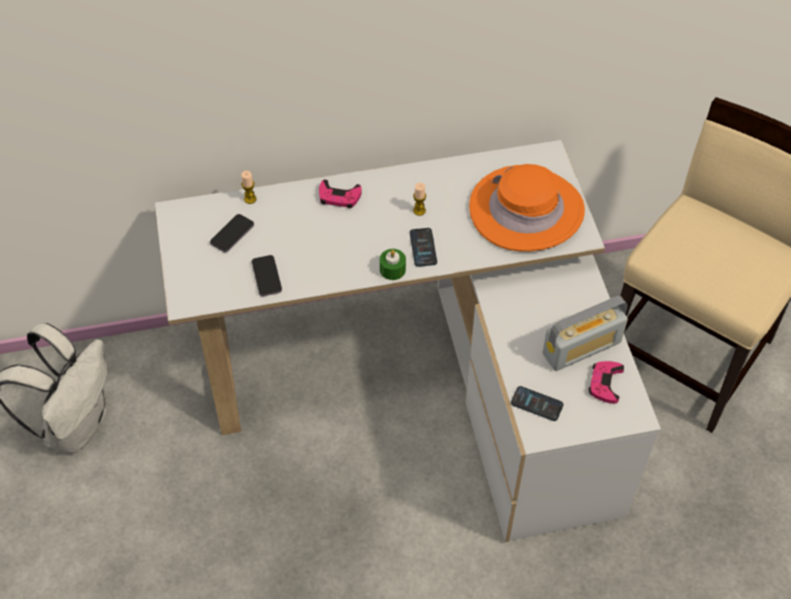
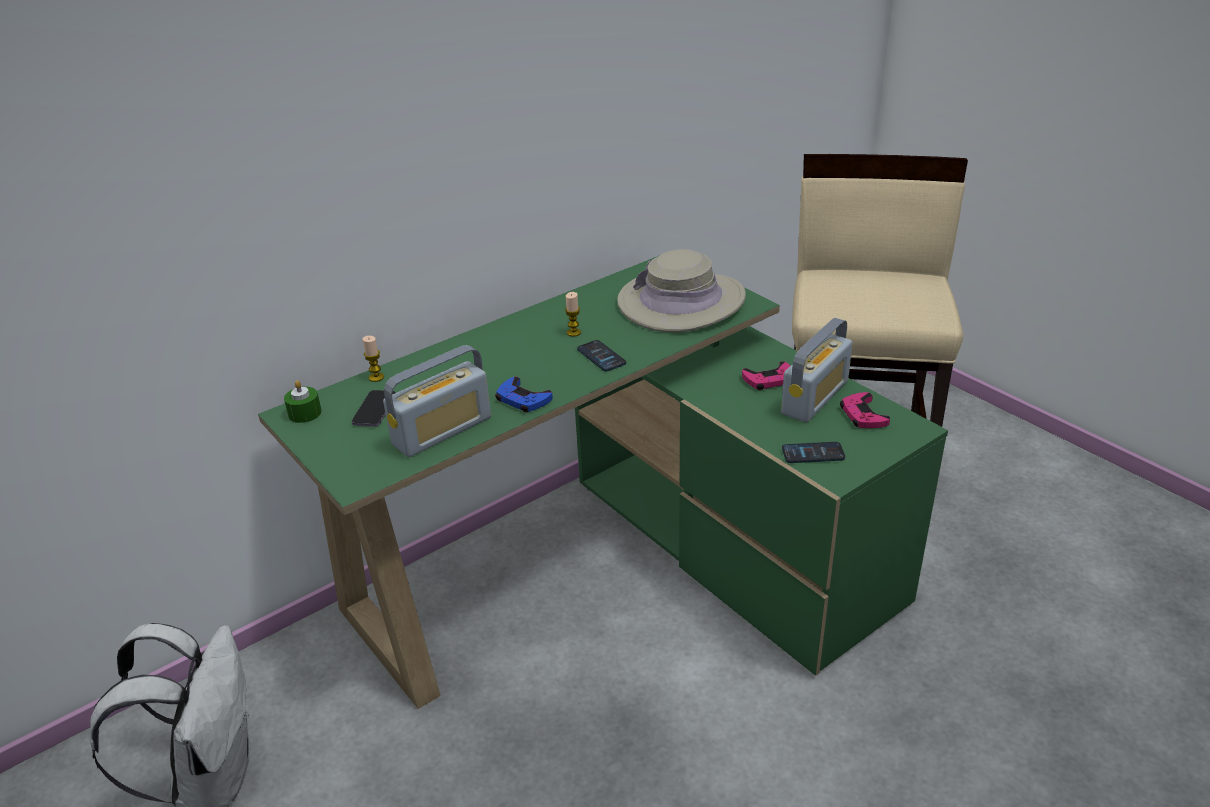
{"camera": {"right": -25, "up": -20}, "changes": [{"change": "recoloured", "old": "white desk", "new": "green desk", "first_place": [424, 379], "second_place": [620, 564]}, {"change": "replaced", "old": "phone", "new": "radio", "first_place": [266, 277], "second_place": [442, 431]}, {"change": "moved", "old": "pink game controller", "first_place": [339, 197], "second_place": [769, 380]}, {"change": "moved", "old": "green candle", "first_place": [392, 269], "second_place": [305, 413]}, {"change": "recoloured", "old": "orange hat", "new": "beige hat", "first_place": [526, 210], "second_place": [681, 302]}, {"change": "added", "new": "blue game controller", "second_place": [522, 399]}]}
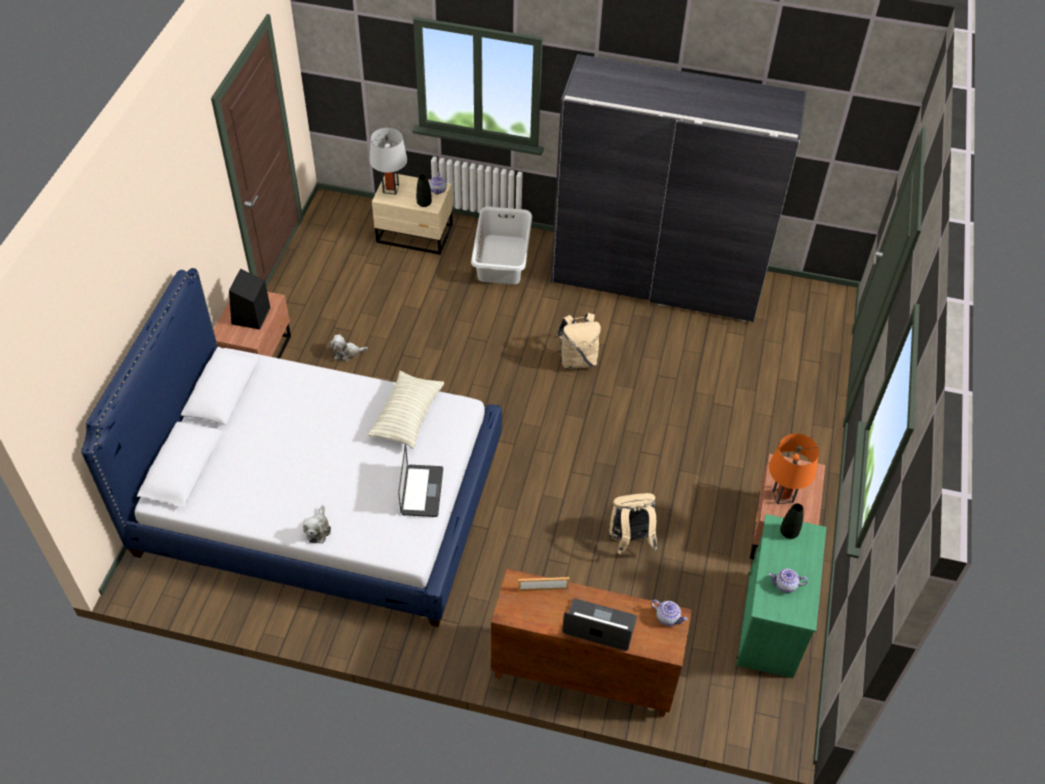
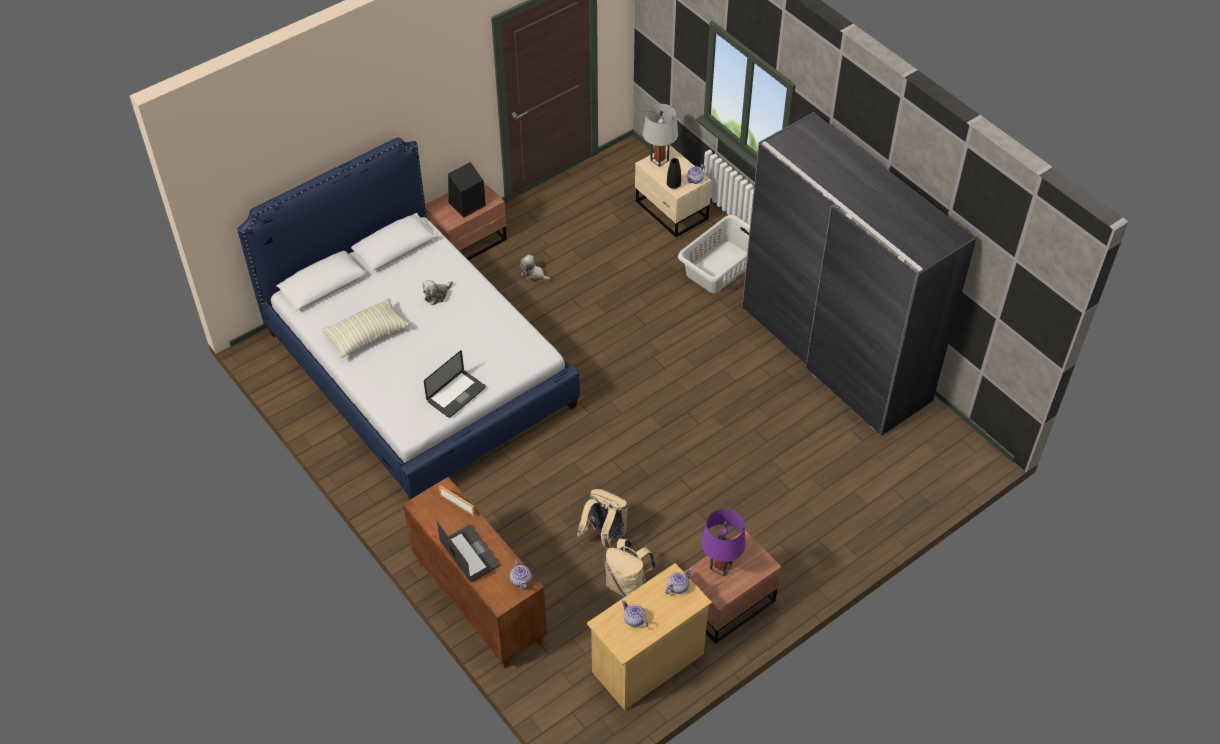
{"camera": {"right": 40, "up": 0}, "changes": [{"change": "moved", "old": "plush toy", "first_place": [318, 529], "second_place": [437, 295]}, {"change": "moved", "old": "pillow", "first_place": [407, 416], "second_place": [367, 335]}, {"change": "moved", "old": "beige backpack", "first_place": [577, 359], "second_place": [627, 585]}, {"change": "recoloured", "old": "green dresser", "new": "beige dresser", "first_place": [770, 624], "second_place": [647, 663]}, {"change": "recoloured", "old": "orange table lamp", "new": "purple table lamp", "first_place": [783, 496], "second_place": [720, 566]}, {"change": "replaced", "old": "black vase", "new": "teapot", "first_place": [789, 532], "second_place": [678, 586]}]}
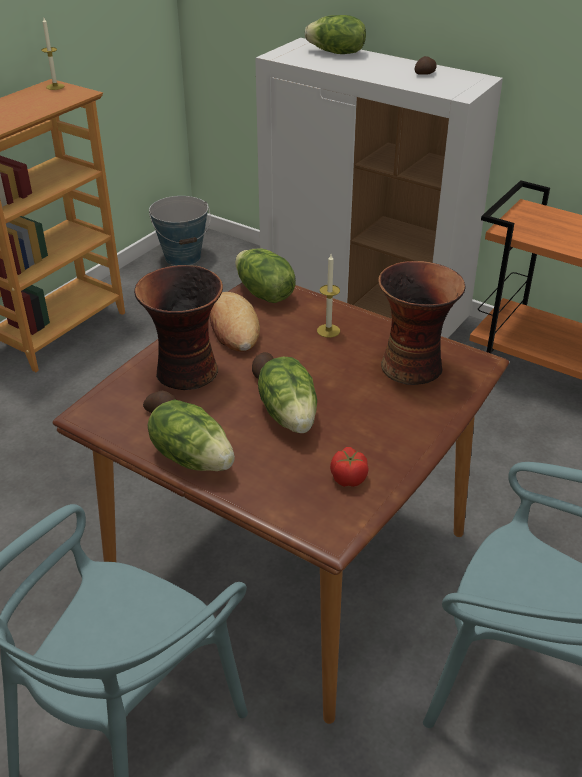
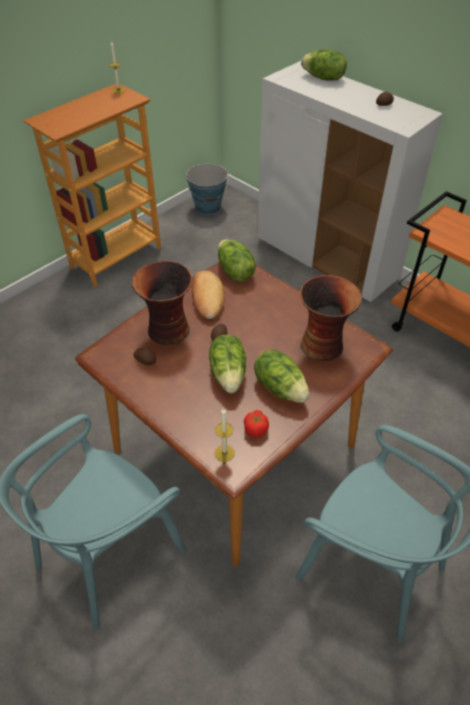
{"camera": {"right": 10, "up": 10}, "changes": [{"change": "moved", "old": "lettuce", "first_place": [193, 457], "second_place": [280, 387]}, {"change": "moved", "old": "candle", "first_place": [328, 331], "second_place": [224, 453]}]}
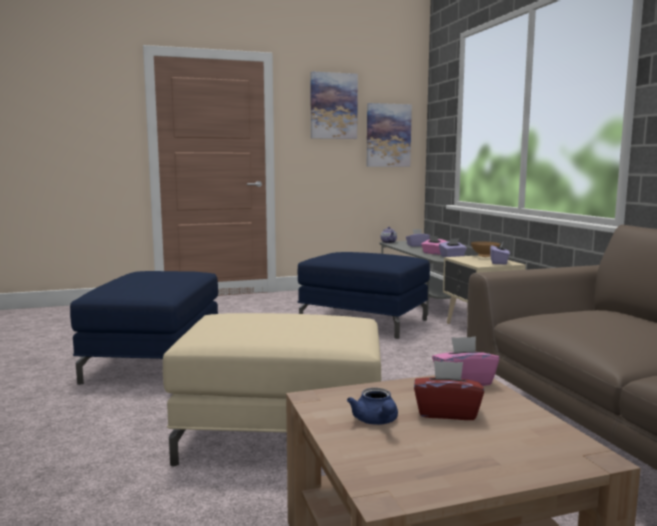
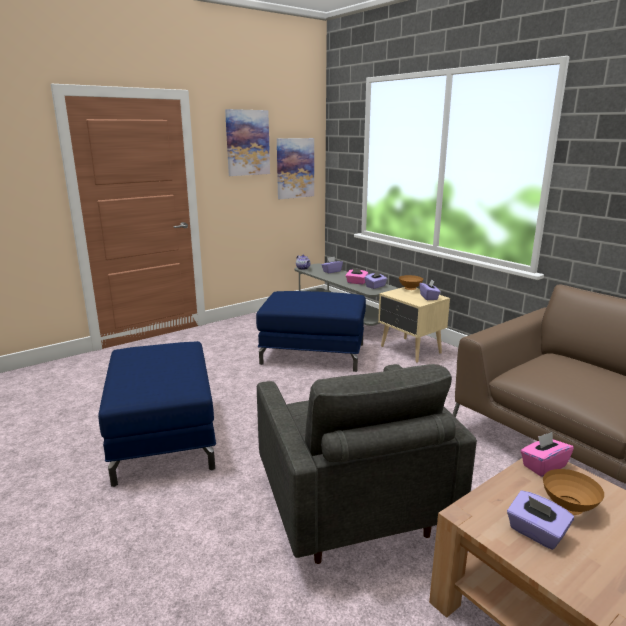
{"camera": {"right": -20, "up": 10}, "changes": [{"change": "replaced", "old": "beige ottoman", "new": "grey armchair", "first_place": [281, 436], "second_place": [351, 508]}, {"change": "replaced", "old": "blue teapot", "new": "purple tissue box", "first_place": [376, 421], "second_place": [536, 533]}, {"change": "replaced", "old": "red tissue box", "new": "brown bowl", "first_place": [446, 412], "second_place": [568, 508]}]}
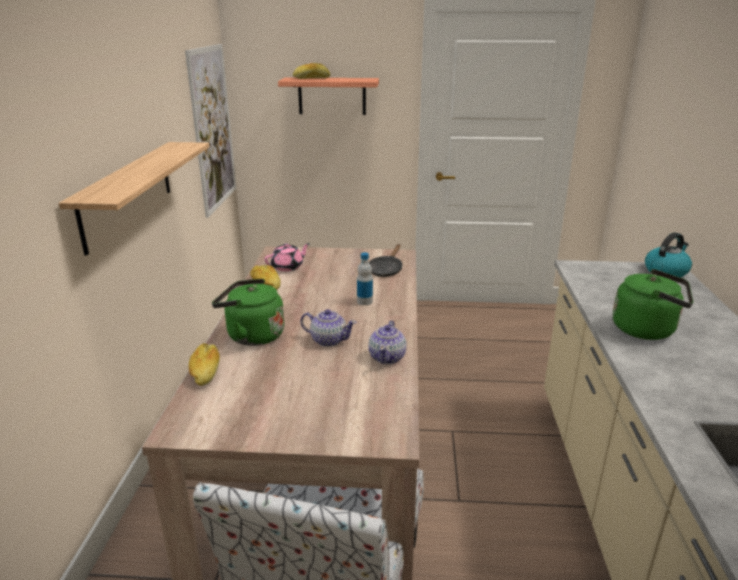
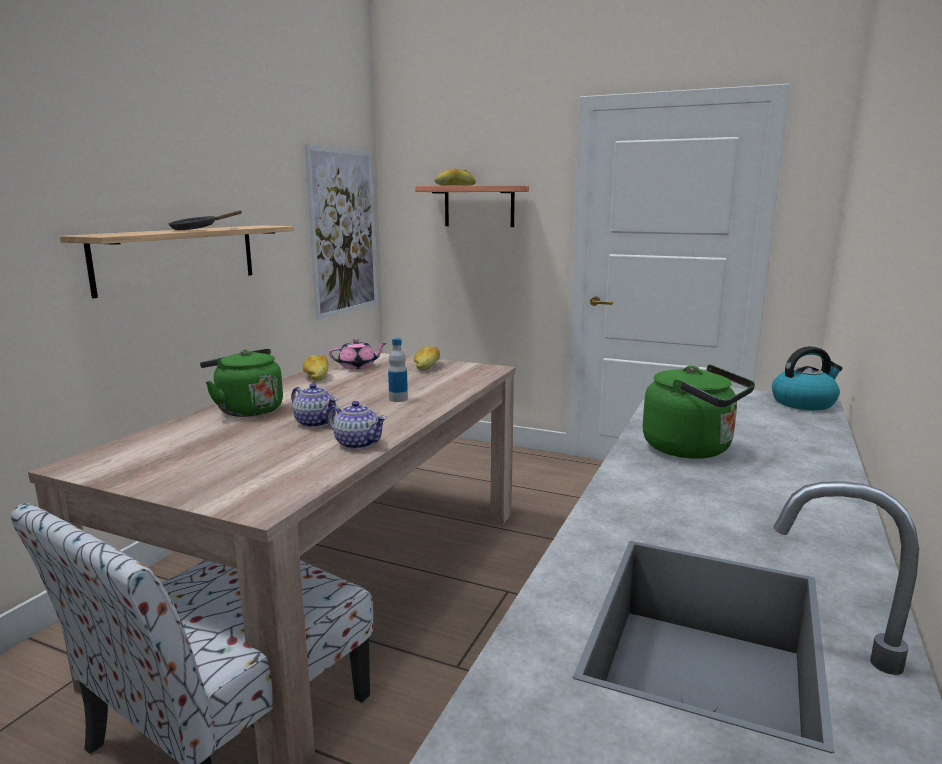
{"camera": {"right": 20, "up": -10}, "changes": [{"change": "moved", "old": "bread", "first_place": [206, 372], "second_place": [427, 366]}, {"change": "moved", "old": "black frying pan", "first_place": [386, 270], "second_place": [198, 229]}, {"change": "turned", "old": "teapot", "first_place": [387, 357], "second_place": [357, 443], "degrees": -90}]}
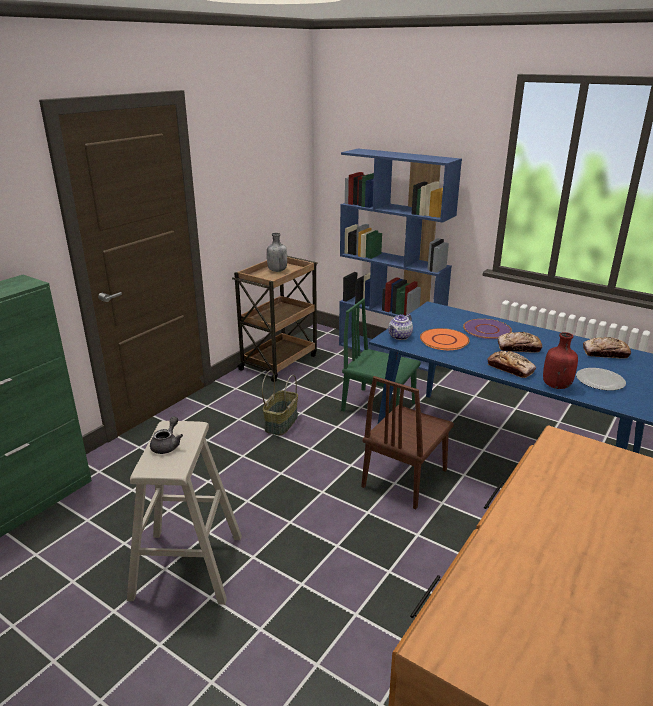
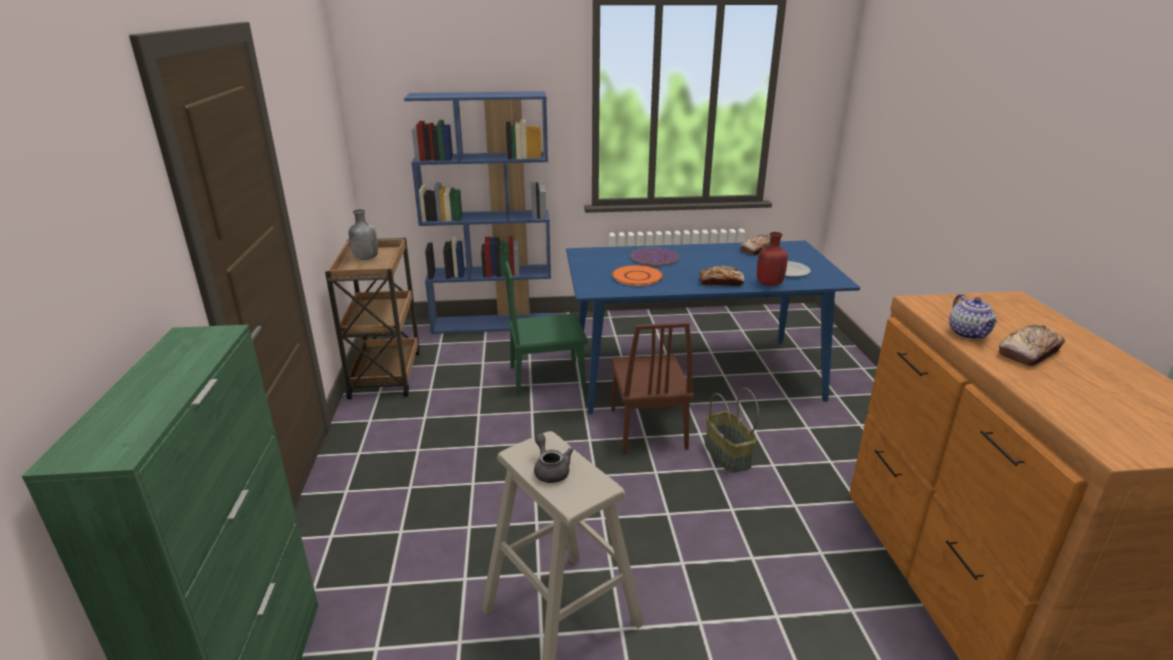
{"camera": {"right": -40, "up": 0}, "changes": [{"change": "moved", "old": "basket", "first_place": [281, 423], "second_place": [726, 455]}, {"change": "moved", "old": "teapot", "first_place": [400, 337], "second_place": [969, 334]}, {"change": "moved", "old": "bread", "first_place": [518, 347], "second_place": [1029, 352]}]}
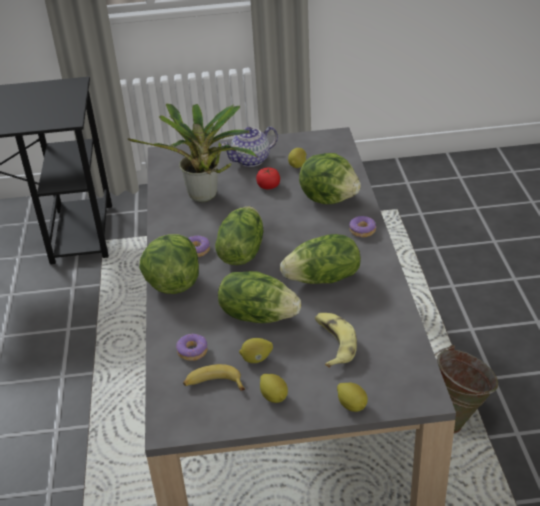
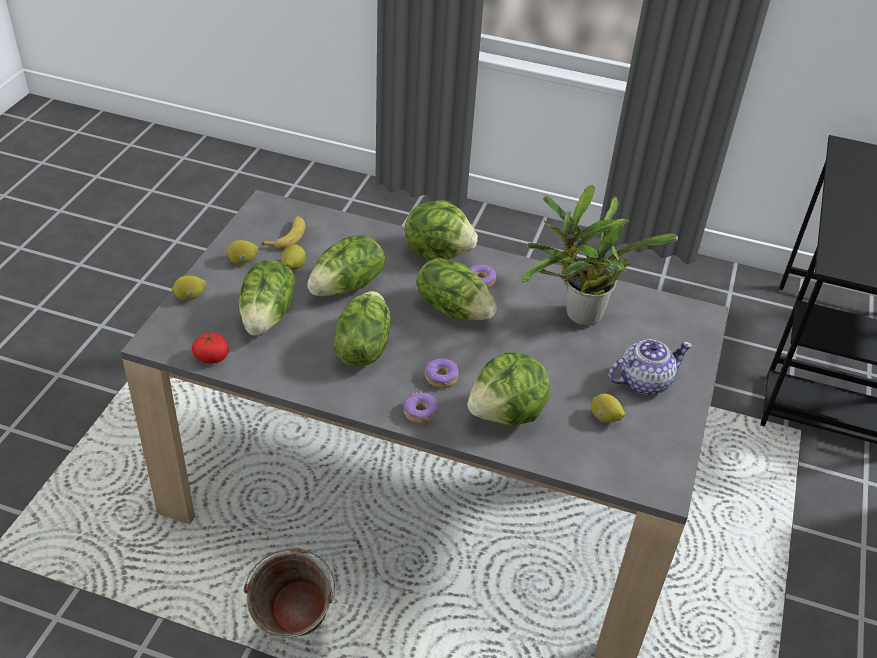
{"camera": {"right": 110, "up": 5}, "changes": [{"change": "moved", "old": "donut", "first_place": [193, 351], "second_place": [441, 378]}, {"change": "turned", "old": "teapot", "first_place": [251, 160], "second_place": [643, 381], "degrees": 75}, {"change": "moved", "old": "tomato", "first_place": [268, 186], "second_place": [211, 357]}, {"change": "replaced", "old": "banana", "new": "lettuce", "first_place": [333, 343], "second_place": [268, 316]}]}
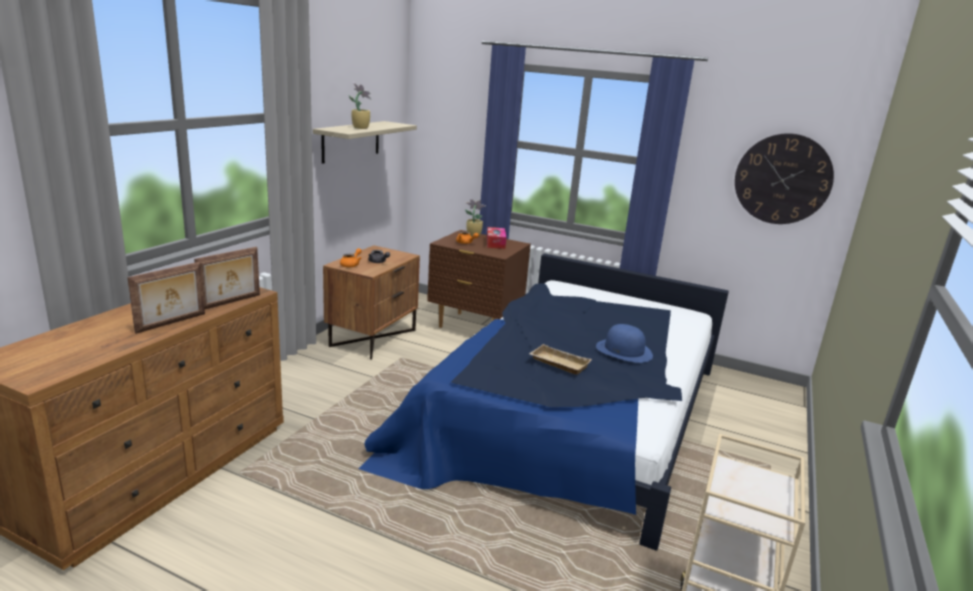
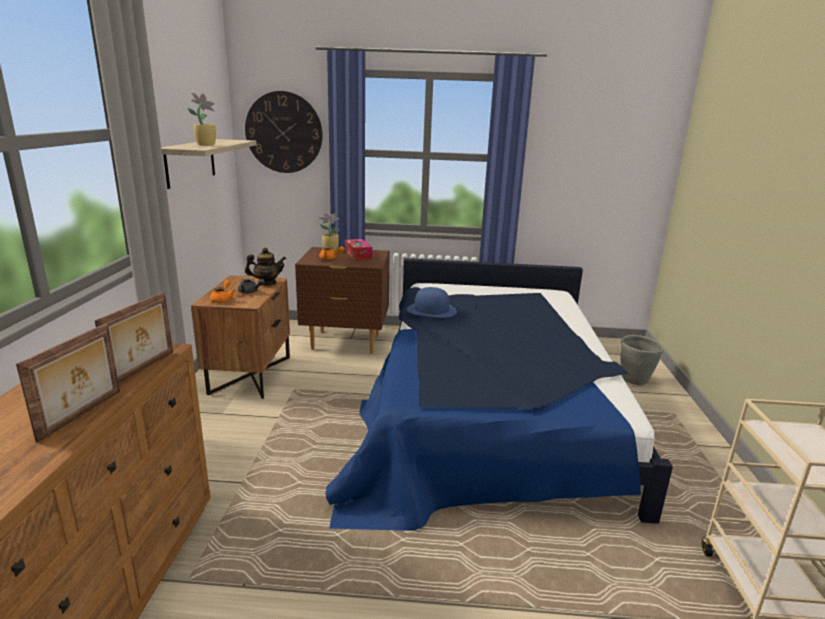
{"camera": {"right": -20, "up": 0}, "changes": [{"change": "removed", "old": "beige tray", "first_place": [557, 363]}, {"change": "moved", "old": "blue hat", "first_place": [624, 350], "second_place": [431, 310]}, {"change": "moved", "old": "wall clock", "first_place": [782, 179], "second_place": [284, 132]}, {"change": "added", "new": "teapot", "second_place": [267, 283]}, {"change": "added", "new": "grey planter", "second_place": [635, 381]}]}
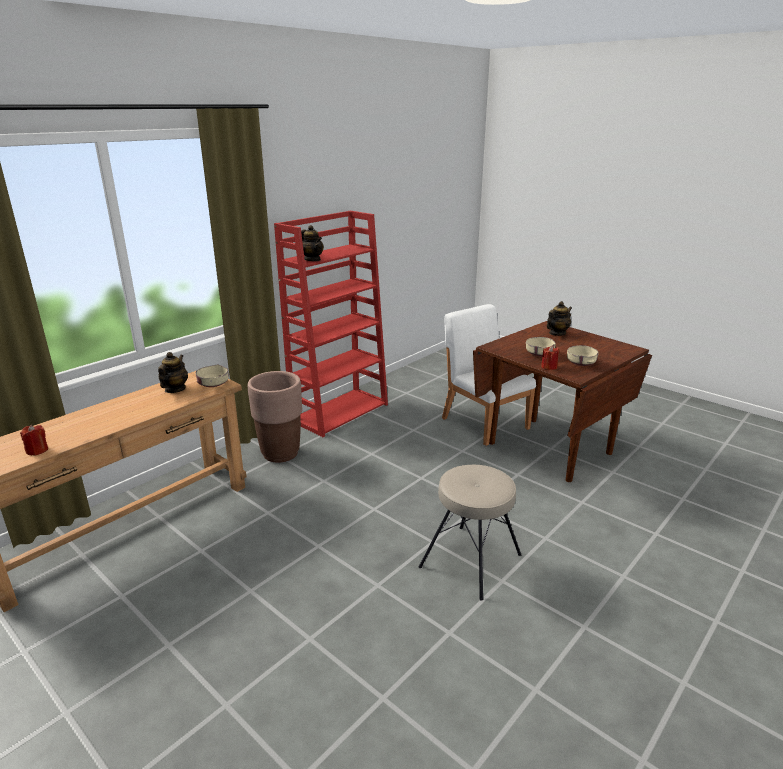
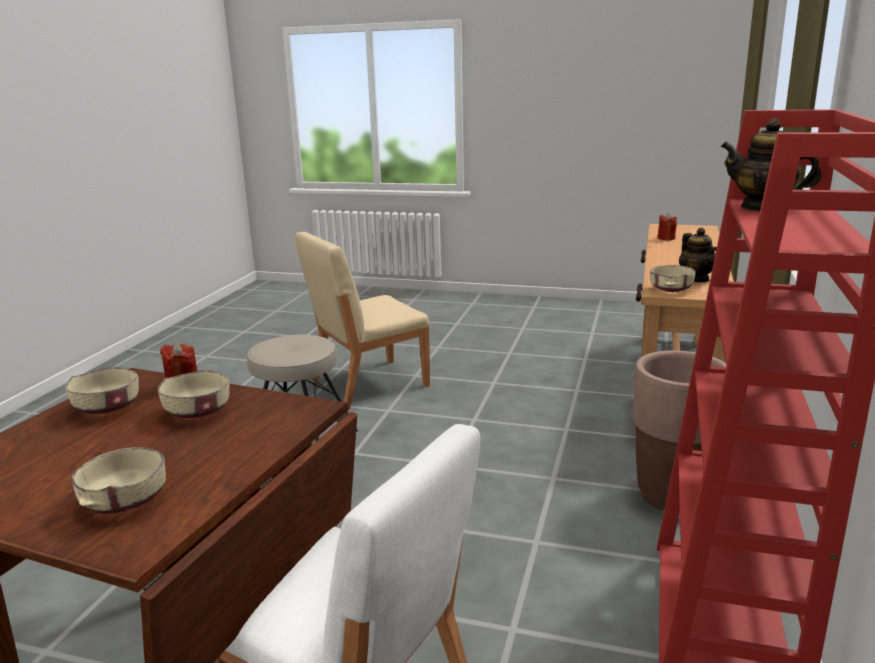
{"camera": {"right": 155, "up": -5}, "changes": [{"change": "replaced", "old": "teapot", "new": "beige bowl", "first_place": [557, 333], "second_place": [126, 501]}, {"change": "added", "new": "beige chair", "second_place": [368, 383]}]}
